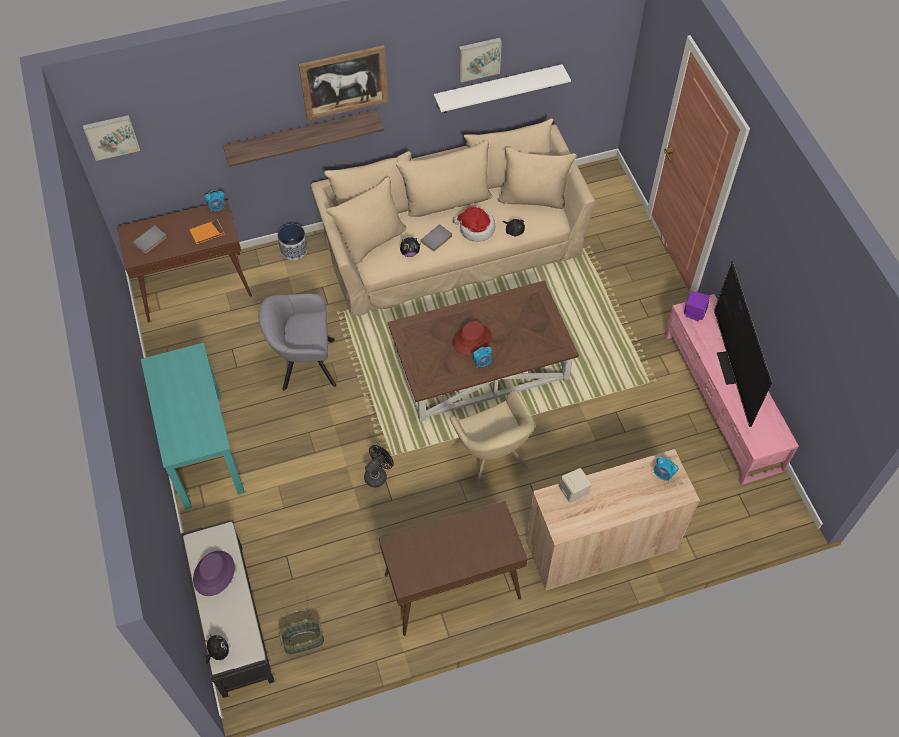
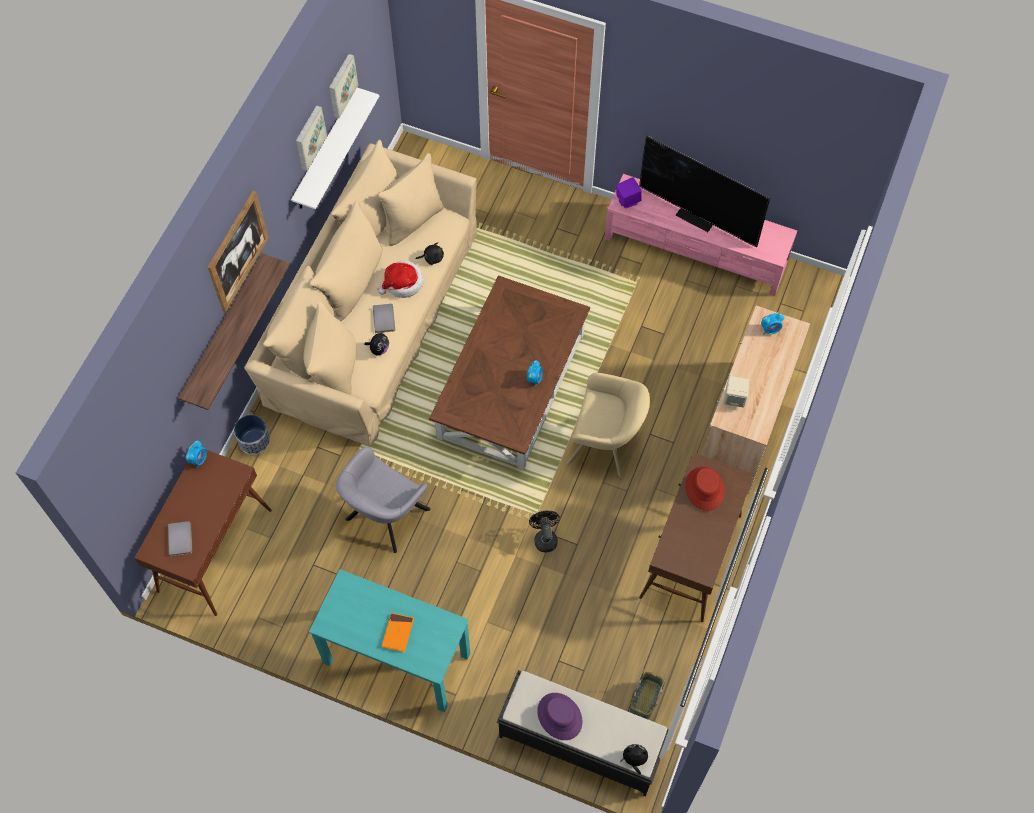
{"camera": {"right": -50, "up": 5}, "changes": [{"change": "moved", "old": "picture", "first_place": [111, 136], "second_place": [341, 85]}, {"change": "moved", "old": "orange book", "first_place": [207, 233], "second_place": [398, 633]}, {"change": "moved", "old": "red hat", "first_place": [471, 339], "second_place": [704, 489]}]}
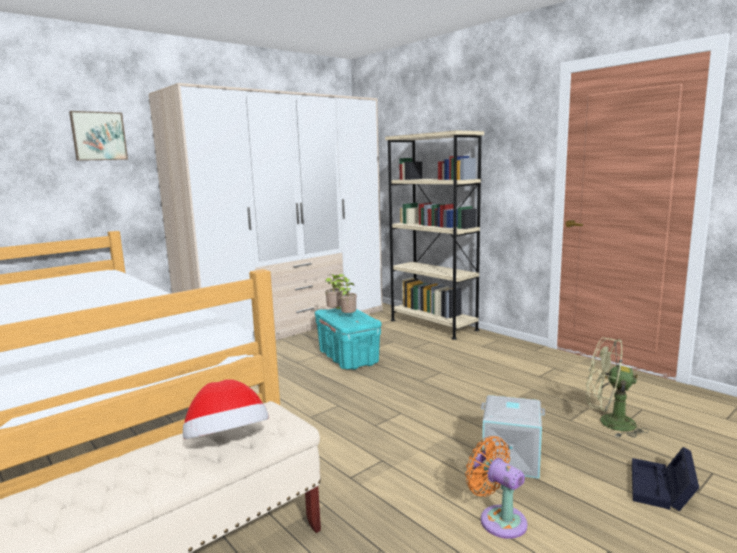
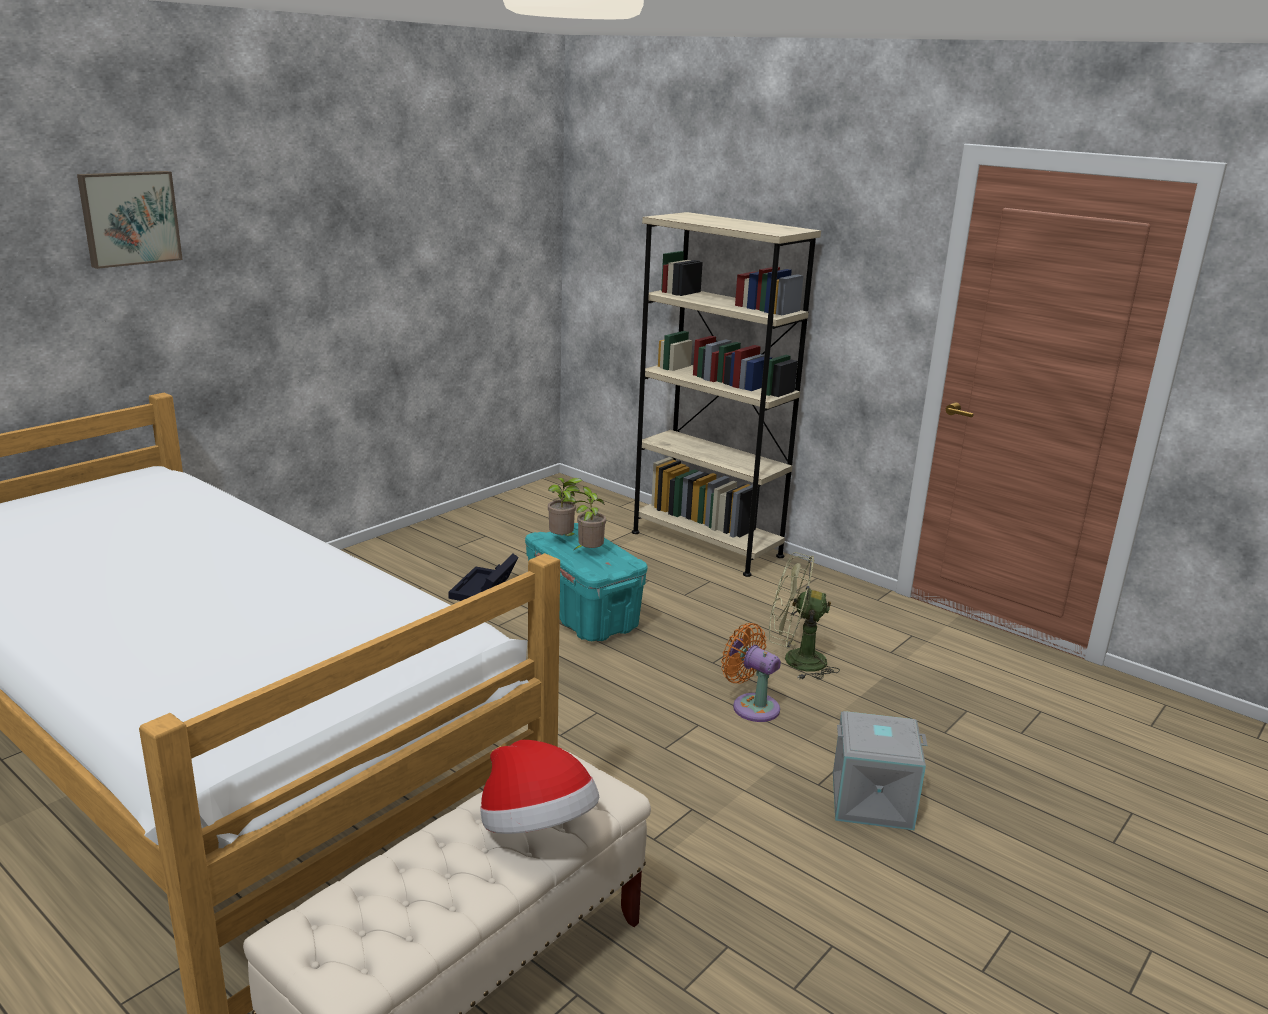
{"camera": {"right": -10, "up": 10}, "changes": [{"change": "removed", "old": "wardrobe", "first_place": [289, 326]}, {"change": "moved", "old": "orange fan", "first_place": [499, 519], "second_place": [751, 706]}, {"change": "moved", "old": "green fan", "first_place": [609, 423], "second_place": [795, 661]}, {"change": "moved", "old": "black storage box", "first_place": [662, 489], "second_place": [484, 590]}]}
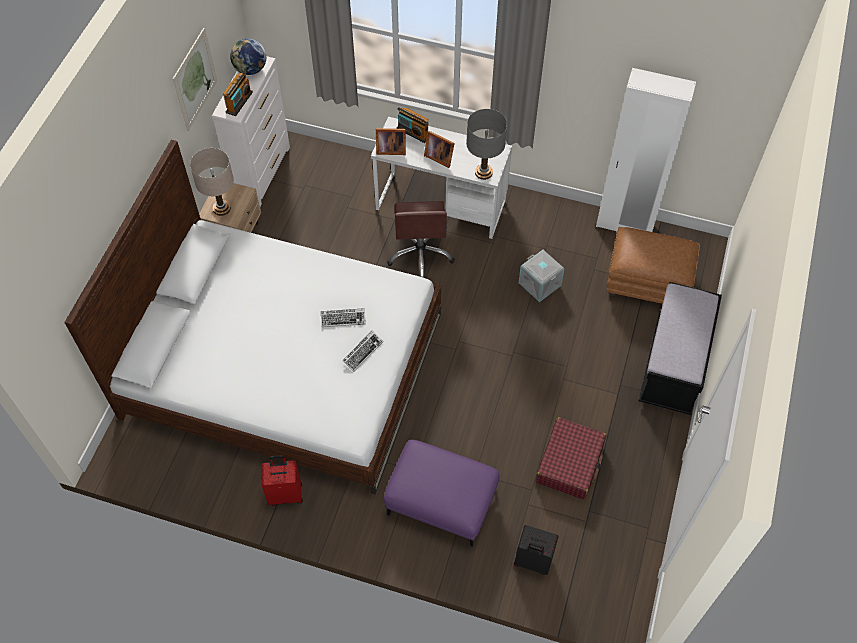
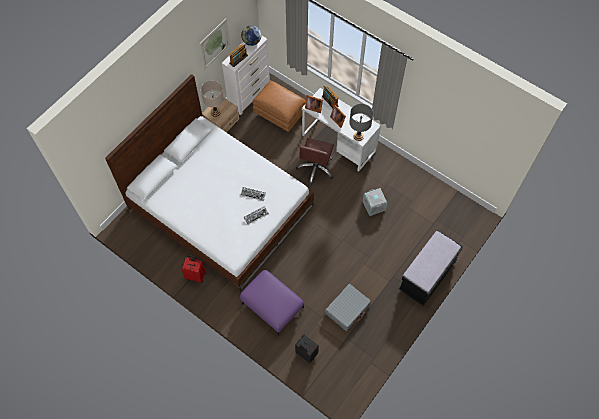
{"camera": {"right": 20, "up": 5}, "changes": [{"change": "recoloured", "old": "red suitcase", "new": "grey suitcase", "first_place": [570, 463], "second_place": [347, 309]}, {"change": "removed", "old": "white wardrobe", "first_place": [624, 225]}, {"change": "moved", "old": "brown ottoman", "first_place": [646, 283], "second_place": [279, 114]}]}
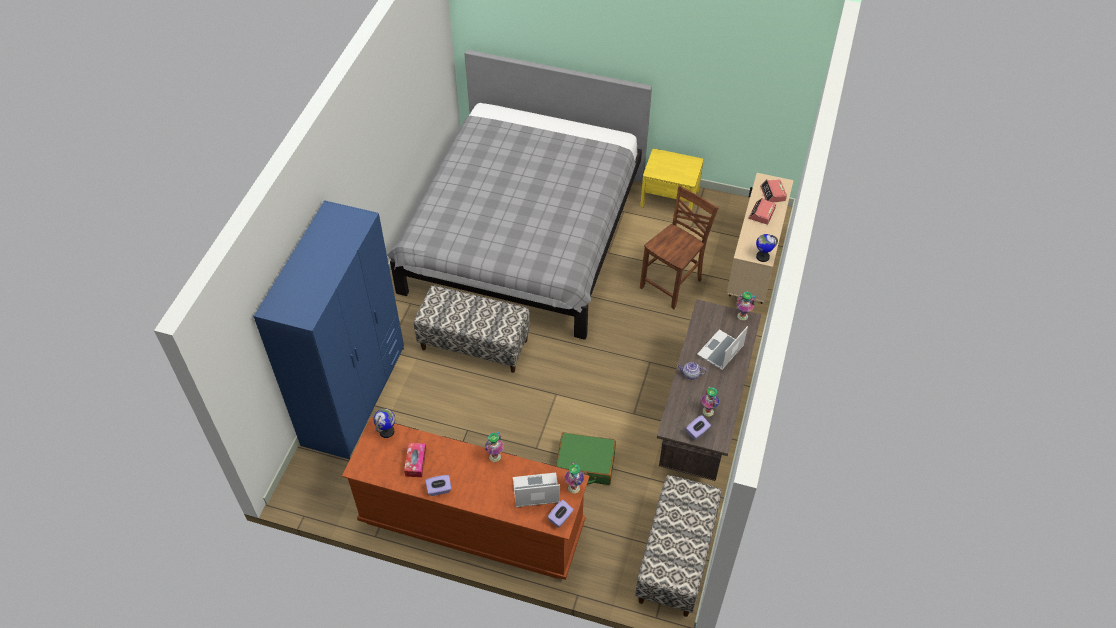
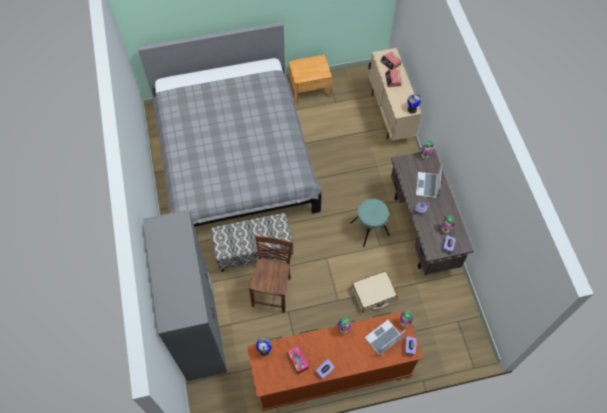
{"camera": {"right": -30, "up": 10}, "changes": [{"change": "recoloured", "old": "blue wardrobe", "new": "grey wardrobe", "first_place": [354, 395], "second_place": [199, 327]}, {"change": "recoloured", "old": "green suitcase", "new": "beige suitcase", "first_place": [585, 464], "second_place": [373, 294]}, {"change": "removed", "old": "bench", "first_place": [676, 558]}, {"change": "recoloured", "old": "yellow nightstand", "new": "brown nightstand", "first_place": [669, 198], "second_place": [309, 88]}, {"change": "moved", "old": "brown chair", "first_place": [672, 284], "second_place": [273, 291]}, {"change": "added", "new": "turquoise stool", "second_place": [369, 229]}]}
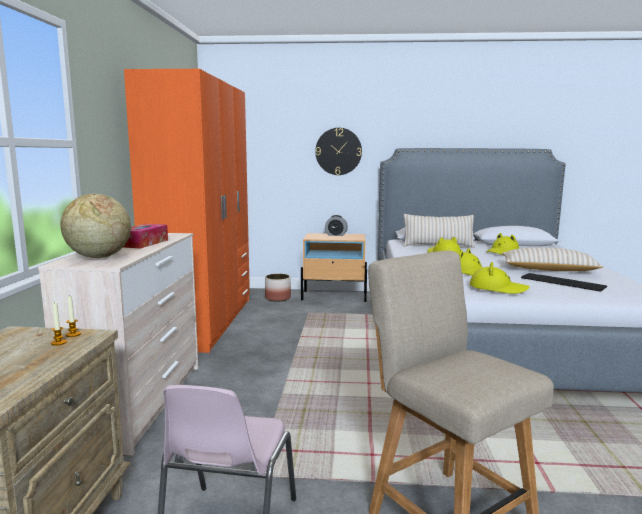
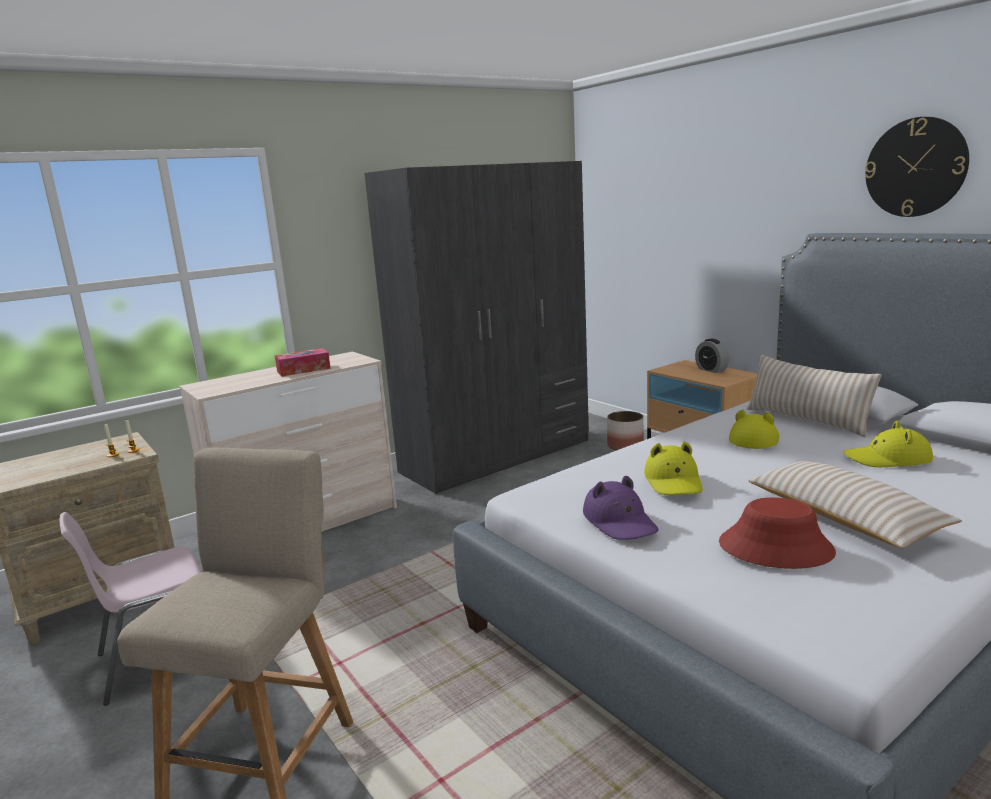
{"camera": {"right": 50, "up": 5}, "changes": [{"change": "removed", "old": "globe", "first_place": [98, 257]}, {"change": "recoloured", "old": "orange wardrobe", "new": "grey wardrobe", "first_place": [204, 321], "second_place": [497, 456]}, {"change": "moved", "old": "wall clock", "first_place": [338, 151], "second_place": [915, 167]}, {"change": "recoloured", "old": "yellow hat", "new": "purple hat", "first_place": [497, 288], "second_place": [620, 521]}, {"change": "replaced", "old": "keyboard", "new": "red hat", "first_place": [562, 282], "second_place": [776, 548]}]}
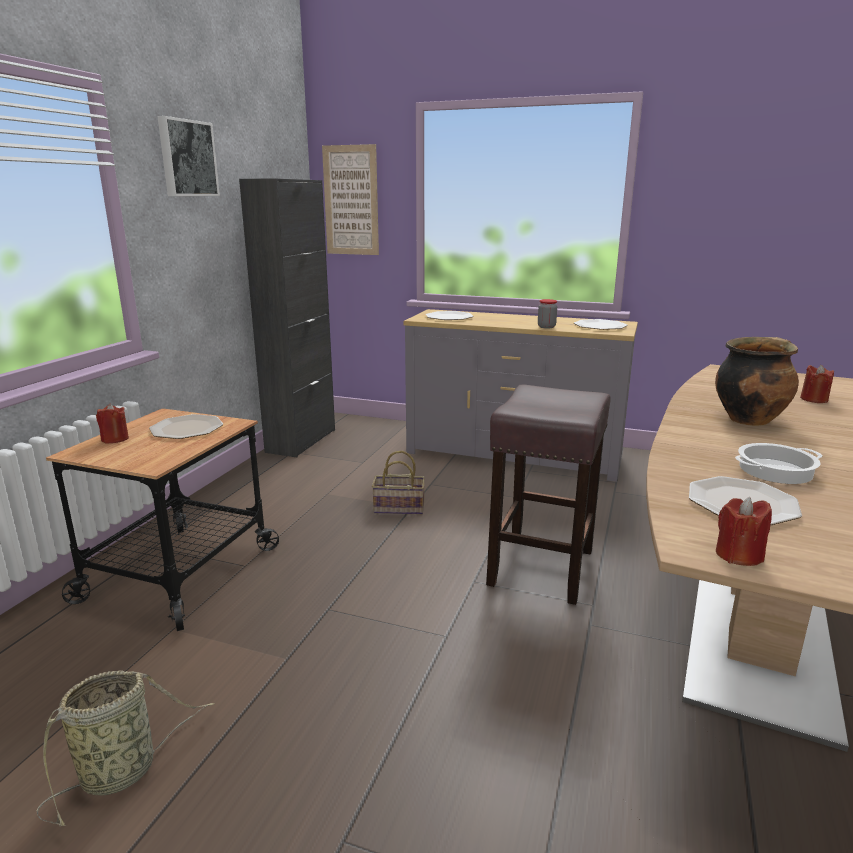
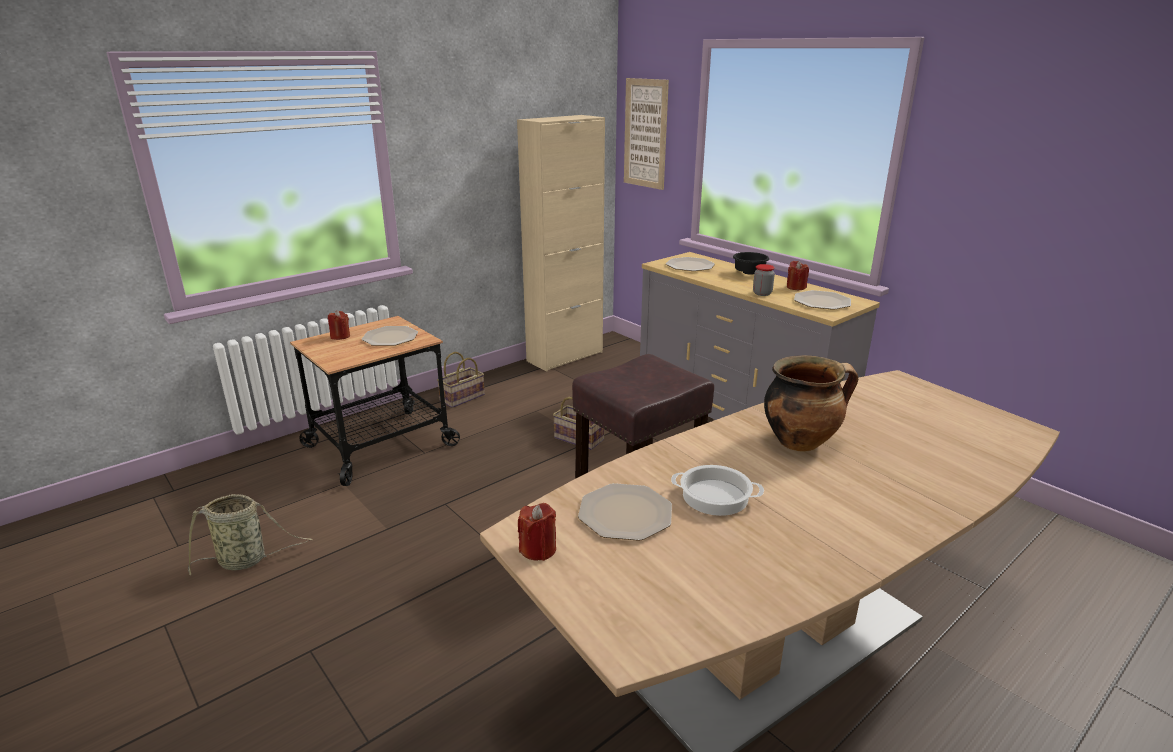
{"camera": {"right": 30, "up": 5}, "changes": [{"change": "removed", "old": "picture", "first_place": [187, 158]}, {"change": "recoloured", "old": "black cabinet", "new": "beige cabinet", "first_place": [301, 441], "second_place": [565, 356]}, {"change": "moved", "old": "red candle", "first_place": [814, 399], "second_place": [796, 287]}, {"change": "added", "new": "basket", "second_place": [462, 398]}, {"change": "added", "new": "black bowl", "second_place": [748, 273]}]}
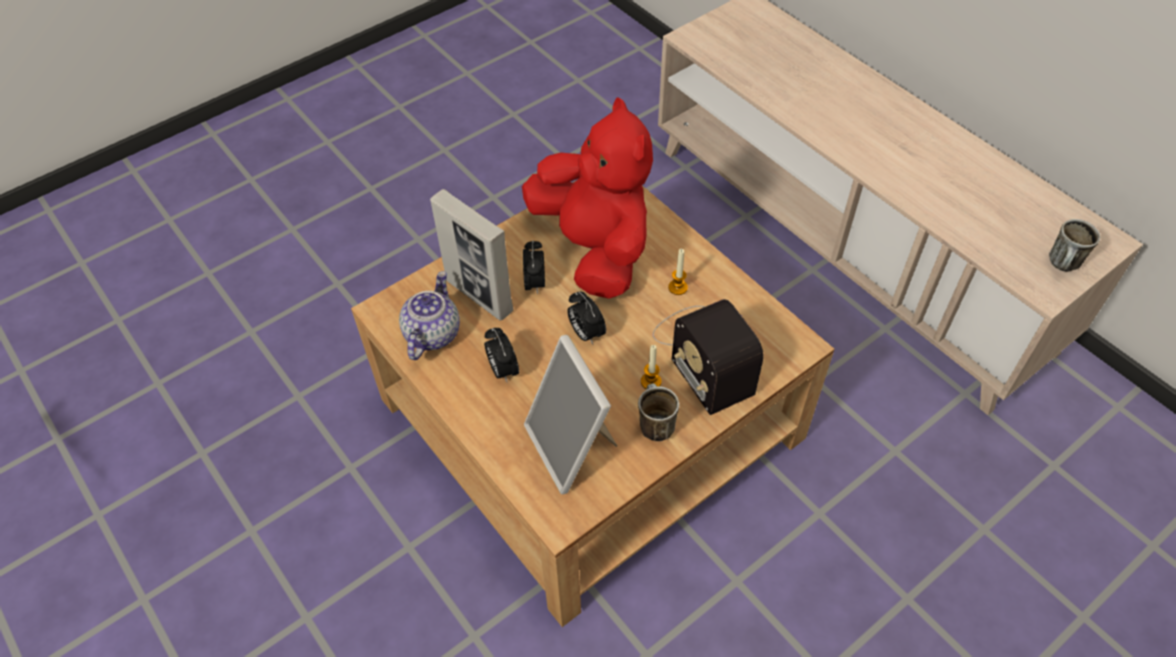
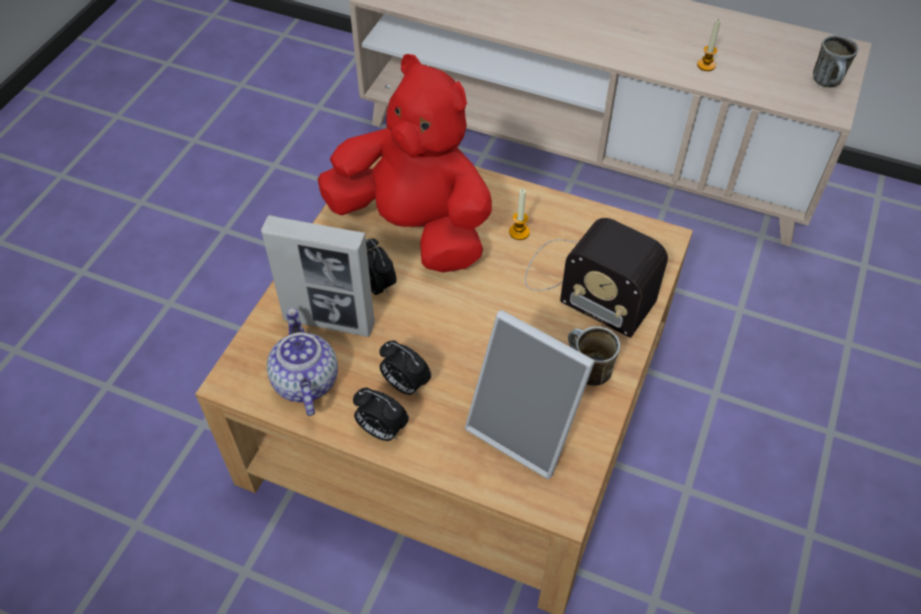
{"camera": {"right": -30, "up": 0}, "changes": [{"change": "moved", "old": "alarm clock", "first_place": [586, 333], "second_place": [381, 430]}, {"change": "moved", "old": "candle", "first_place": [651, 381], "second_place": [706, 65]}]}
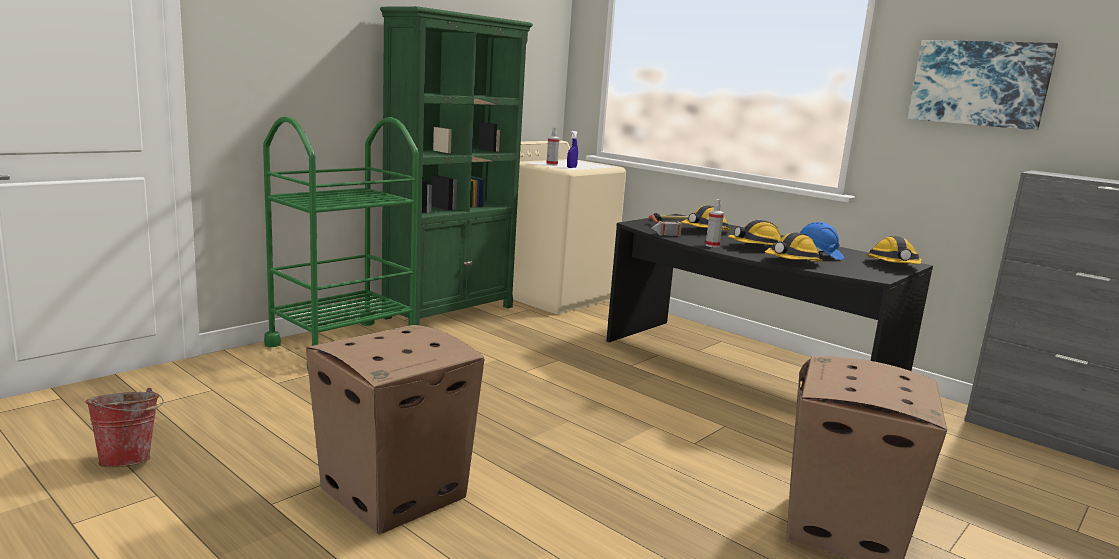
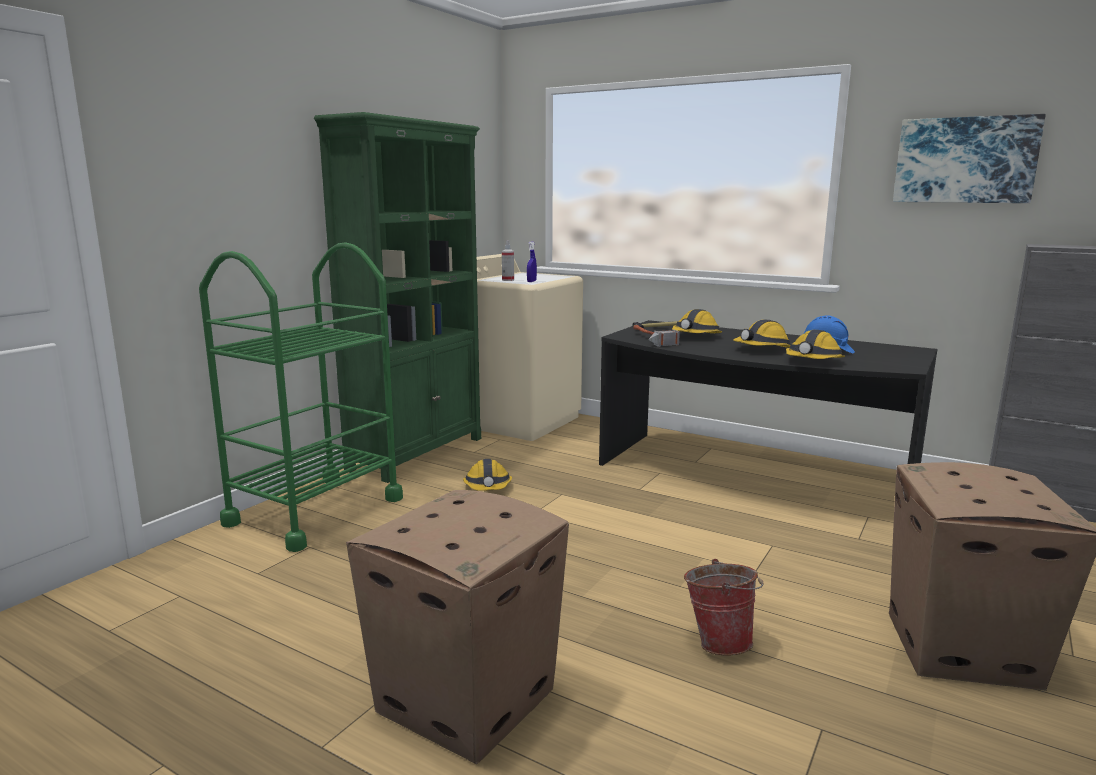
{"camera": {"right": -10, "up": 0}, "changes": [{"change": "moved", "old": "bucket", "first_place": [130, 459], "second_place": [719, 641]}, {"change": "removed", "old": "spray bottle", "first_place": [712, 245]}, {"change": "moved", "old": "hard hat", "first_place": [893, 265], "second_place": [488, 487]}]}
